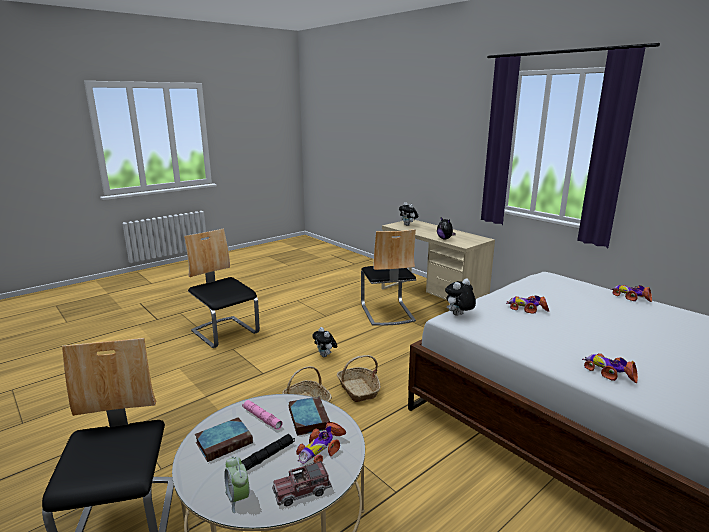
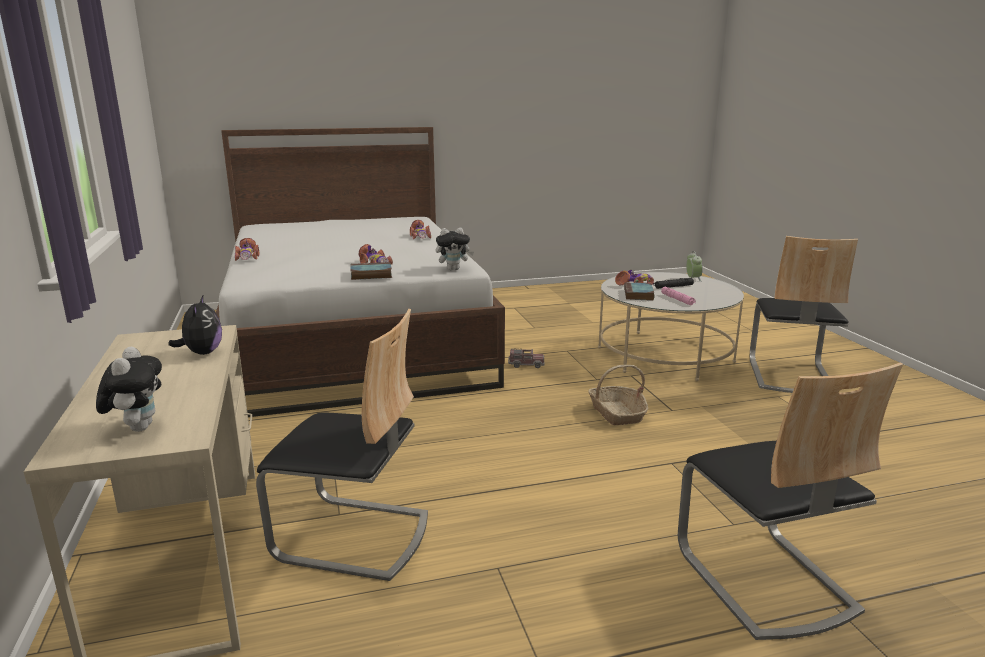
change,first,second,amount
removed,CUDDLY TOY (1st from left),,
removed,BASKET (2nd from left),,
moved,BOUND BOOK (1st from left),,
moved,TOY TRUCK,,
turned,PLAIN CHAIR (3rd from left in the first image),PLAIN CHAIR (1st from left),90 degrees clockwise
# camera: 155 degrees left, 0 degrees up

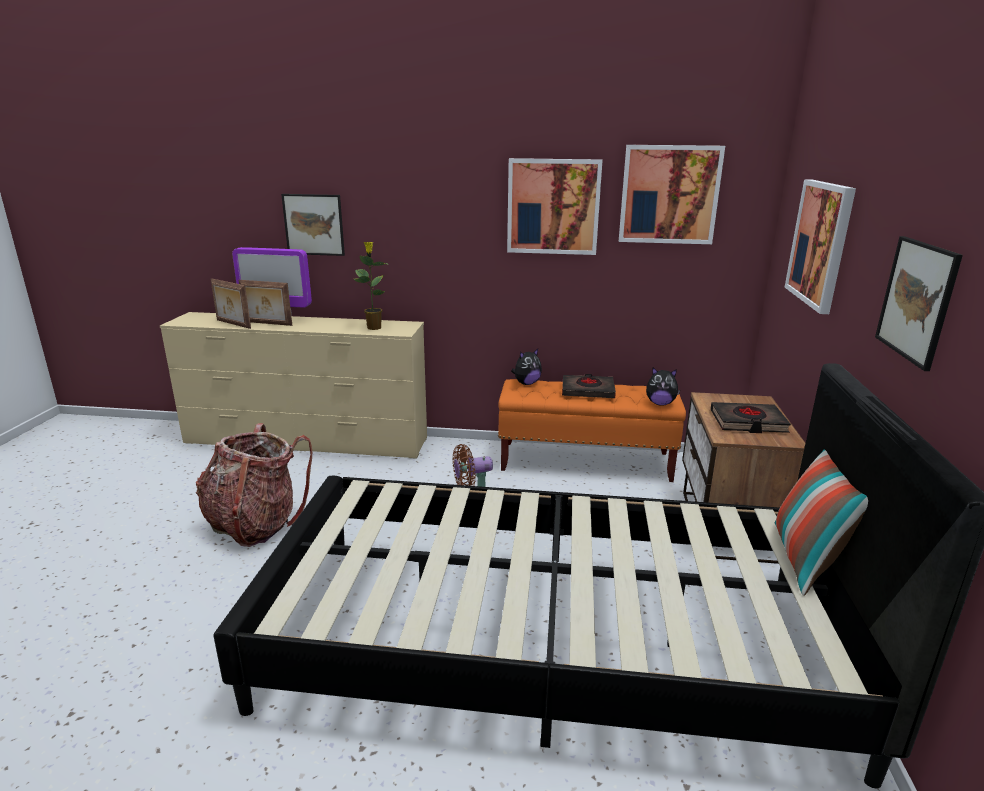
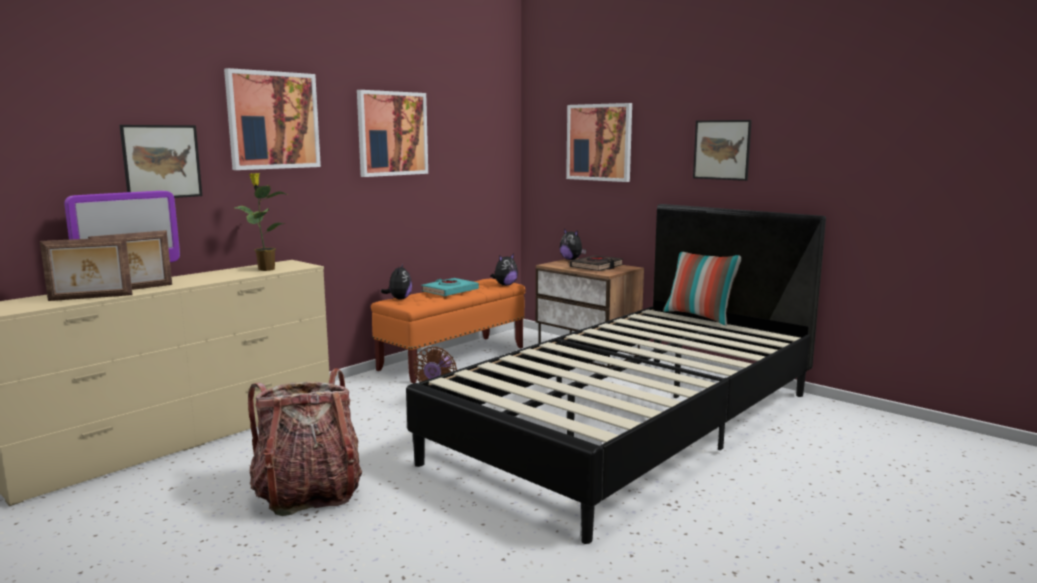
change,first,second,amount
added,,CUDDLY TOY (3rd from left),
moved,PICTURE (3rd from left in the first image),PICTURE (2nd from left),
recoloured,BLACK-COLOURED BOUND BOOK (1st from left),TURQUOISE-COLOURED BOUND BOOK,
# camera: 55 degrees left, 10 degrees down

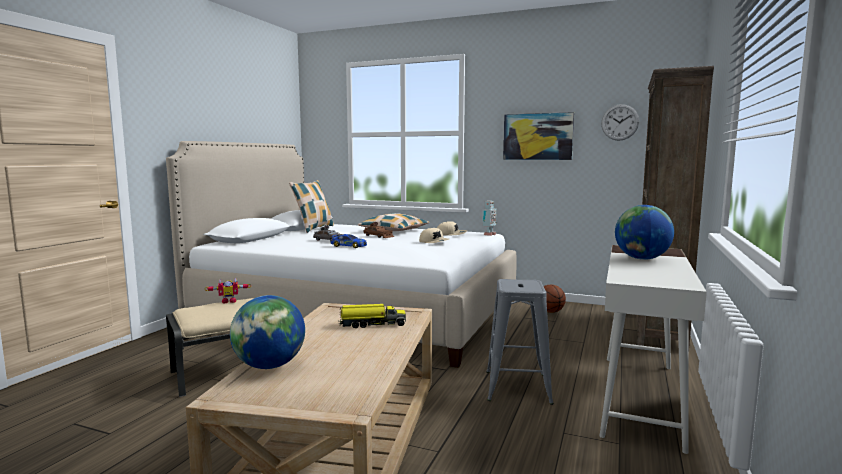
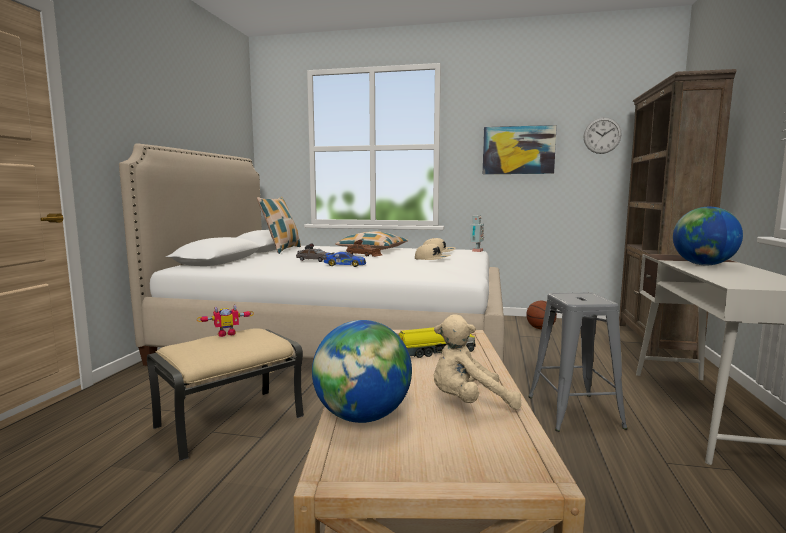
change,first,second,amount
added,,SAND-COLOURED CUDDLY TOY,
# camera: 10 degrees left, 0 degrees up

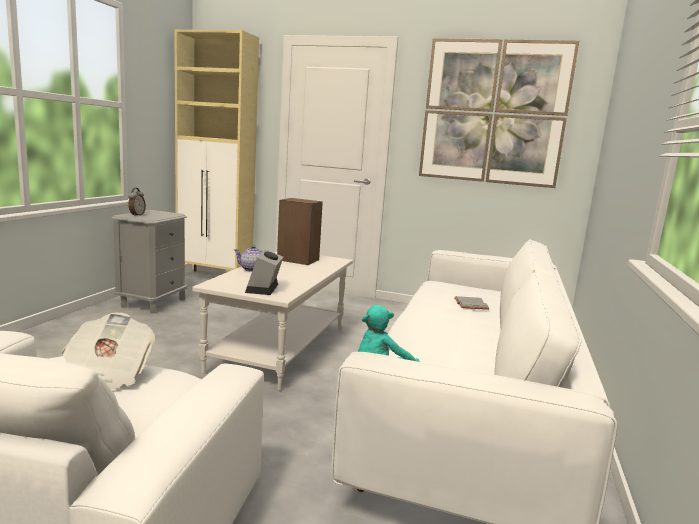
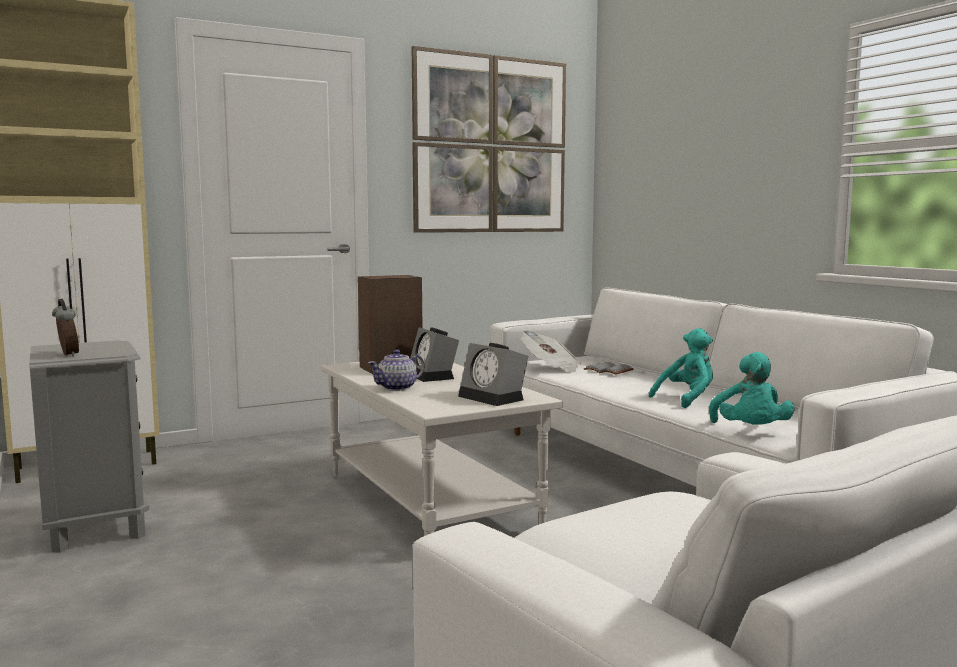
change,first,second,amount
added,,ALARM CLOCK (2nd from left),
added,,TURQUOISE-COLOURED CUDDLY TOY (1st from left),
moved,PRINTED PAPER,,
# camera: 45 degrees left, 5 degrees down

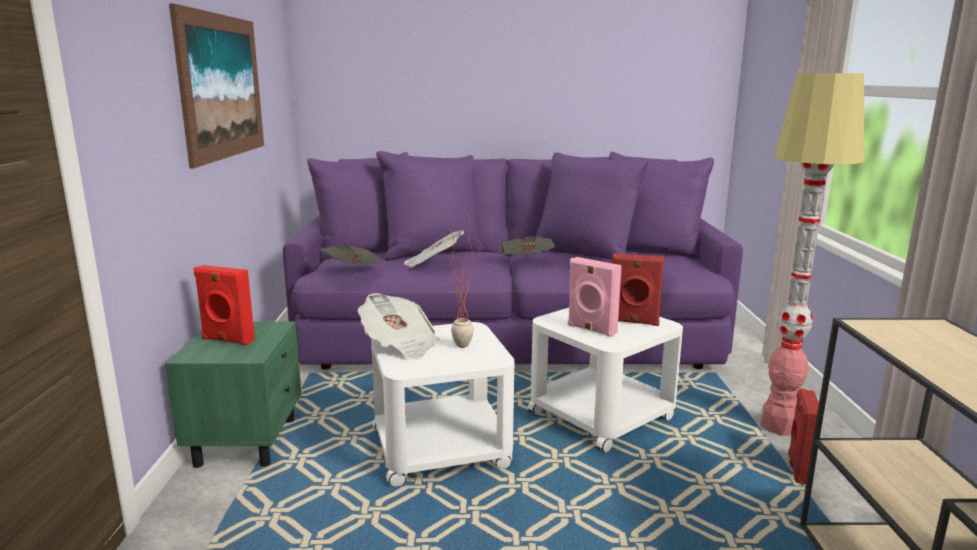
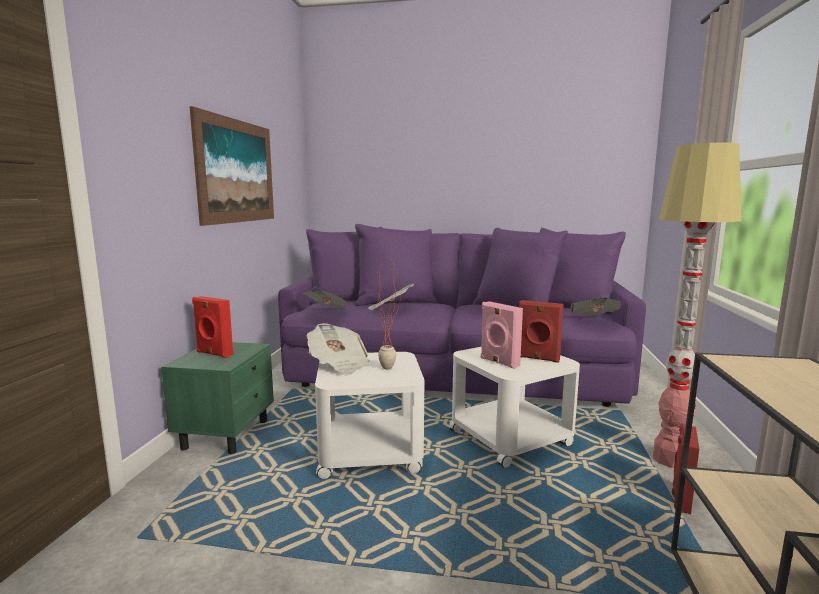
change,first,second,amount
moved,PRINTED PAPER (4th from left),,
# camera: 10 degrees right, 5 degrees down

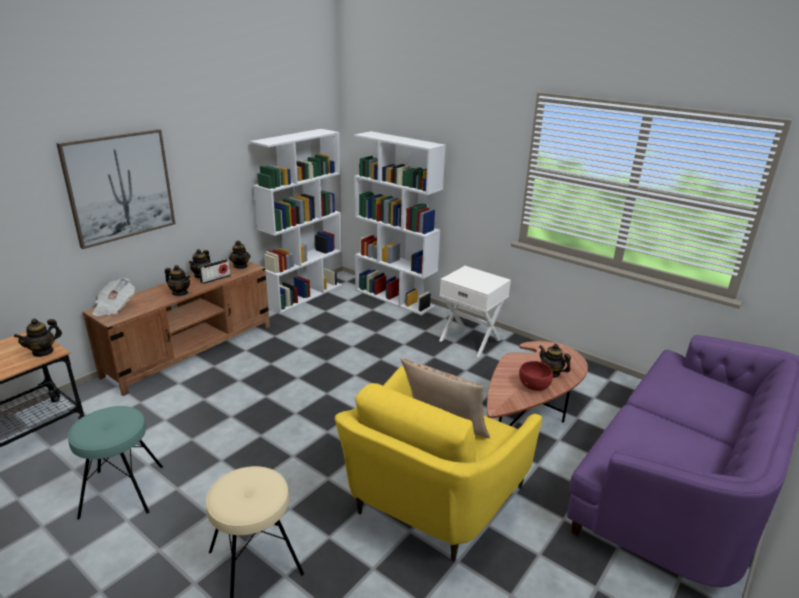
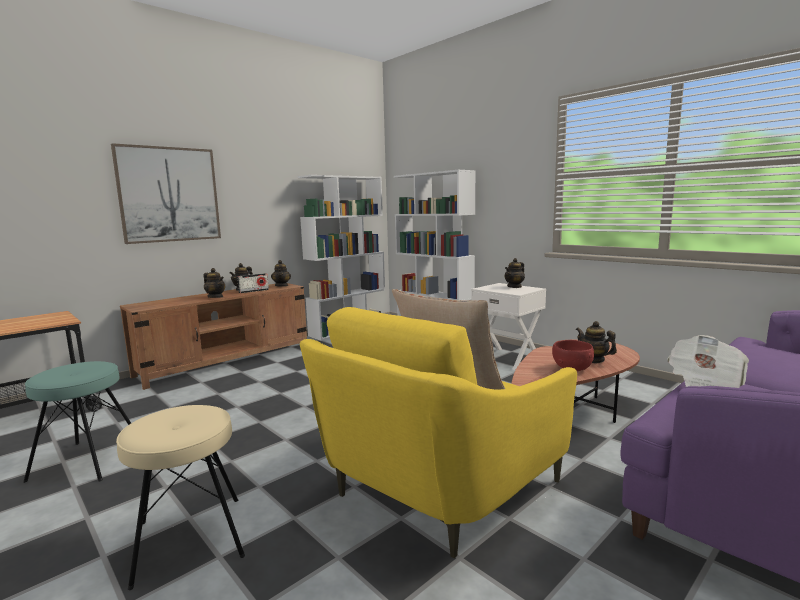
change,first,second,amount
moved,TEA POT (1st from left in the first image),TEA POT (4th from left),
moved,PRINTED PAPER,,
# camera: 10 degrees right, 15 degrees down

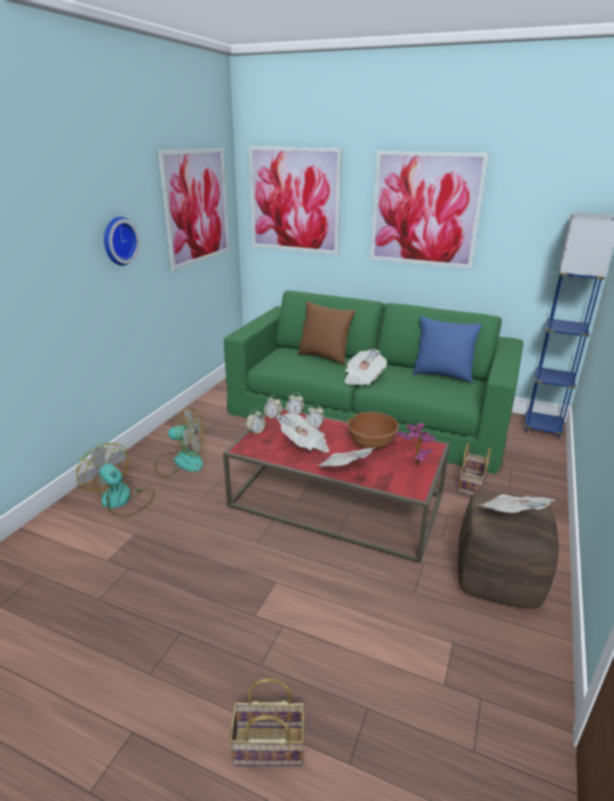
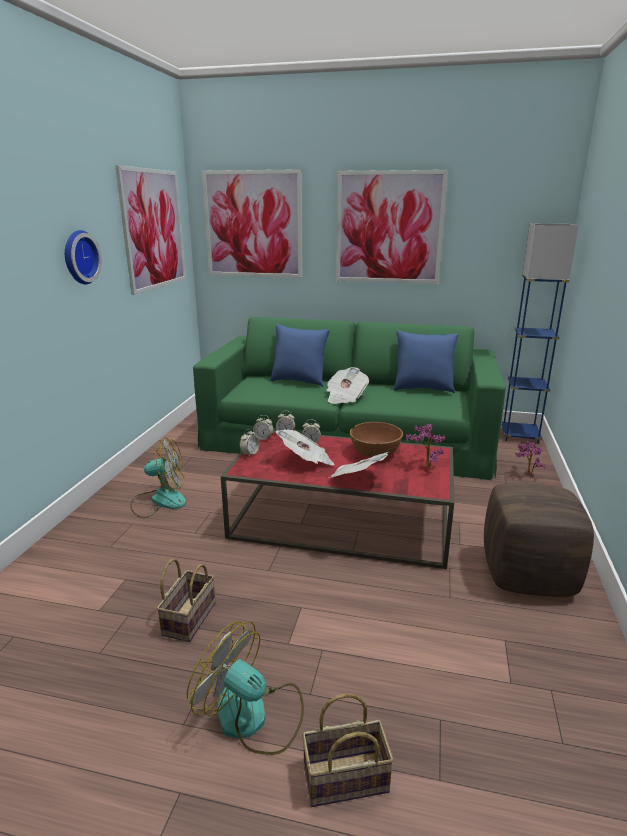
change,first,second,amount
removed,PRINTED PAPER (4th from left),,
added,,PLANT IN A POT (2nd from left),
moved,COOLING FAN (1st from left in the first image),COOLING FAN (2nd from left),
moved,BASKET (2nd from left in the first image),BASKET (1st from left),
recoloured,BROWNISH THROW PILLOW,BLUE THROW PILLOW (1st from left),
# camera: 10 degrees left, 5 degrees down

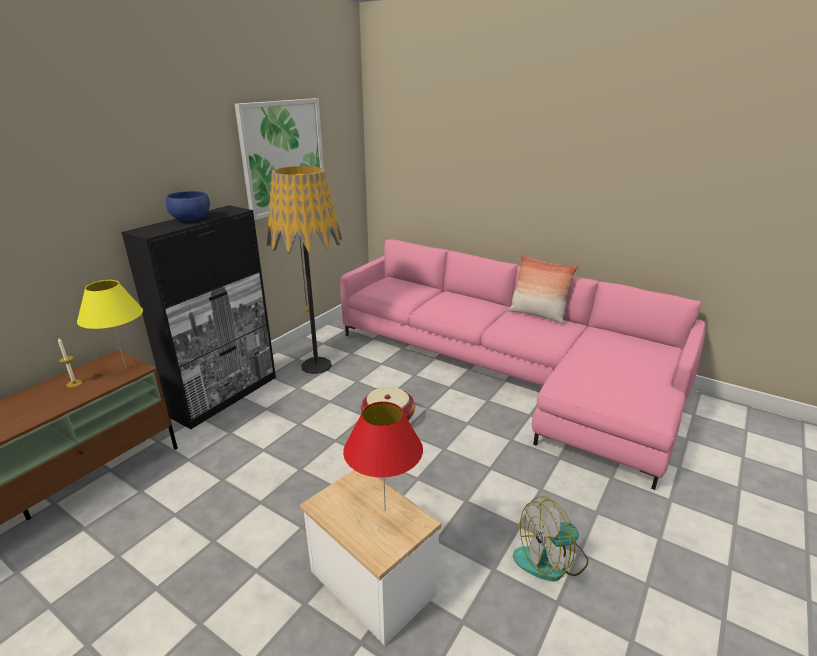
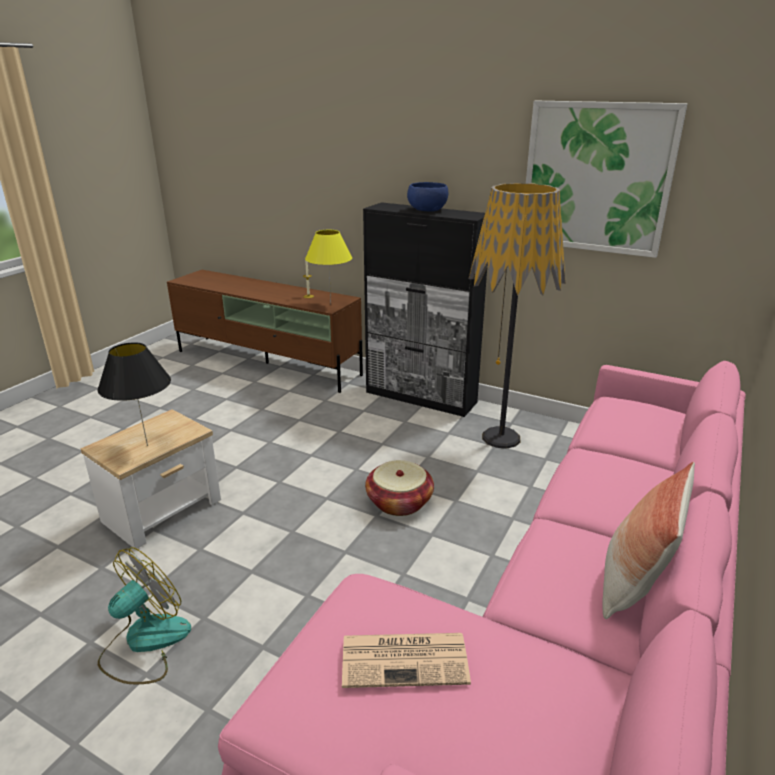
change,first,second,amount
added,,PRINTED PAPER,
recoloured,REDDISH TABLE LAMP,BLACK-COLOURED TABLE LAMP,
turned,COOLING FAN,,60 degrees clockwise
# camera: 85 degrees right, 0 degrees up

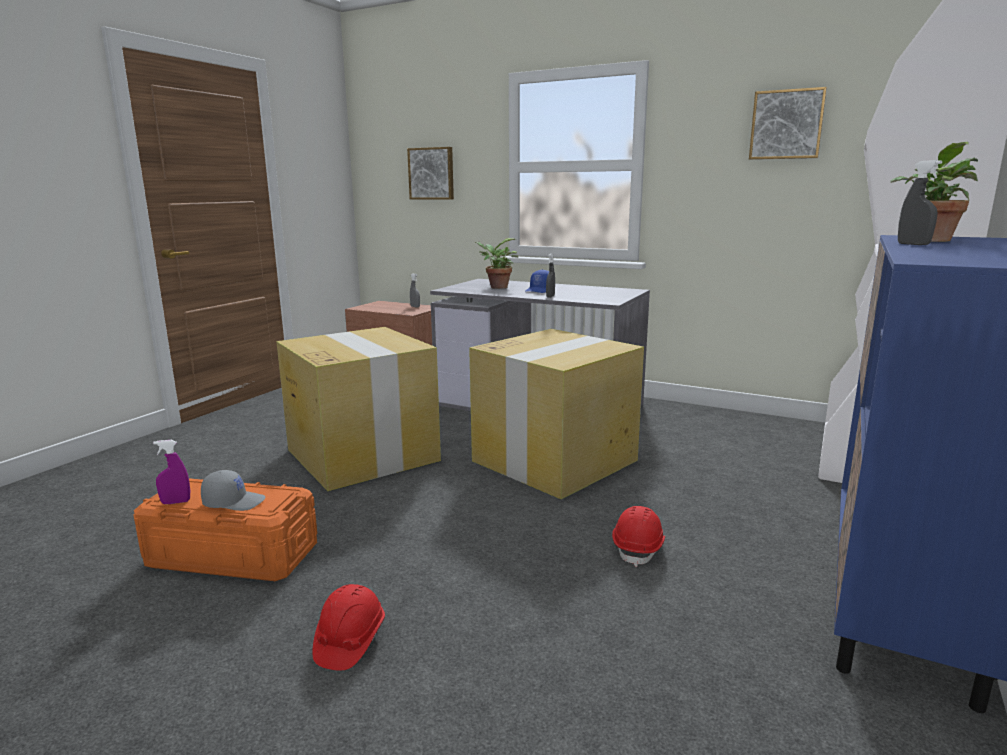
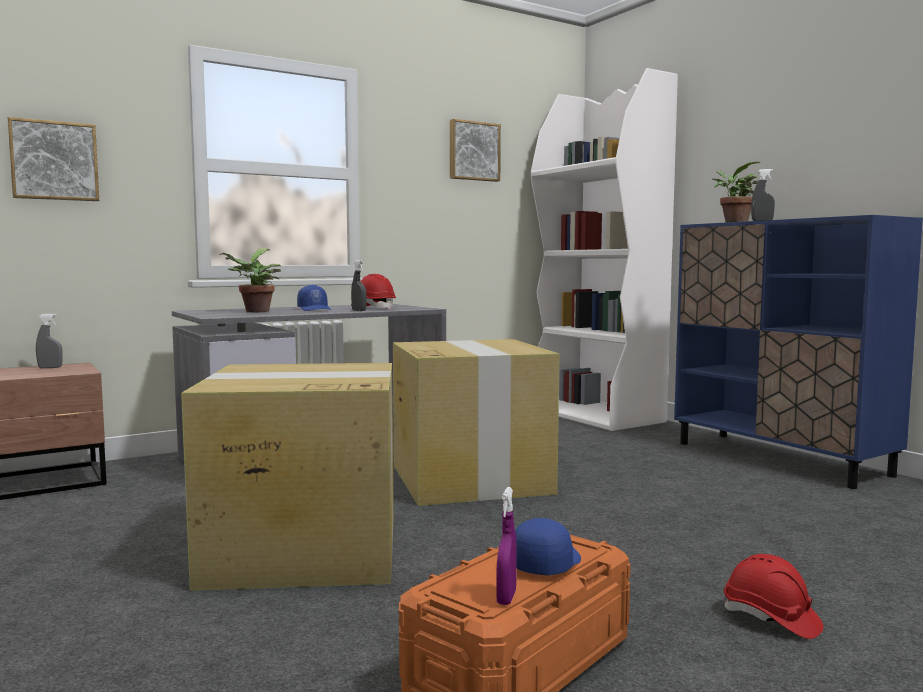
change,first,second,amount
moved,REDDISH WORK HELMET (2nd from left in the first image),REDDISH WORK HELMET (1st from left),
recoloured,GREY BASEBALL CAP,BLUE BASEBALL CAP (2nd from left),
# camera: 60 degrees left, 10 degrees down

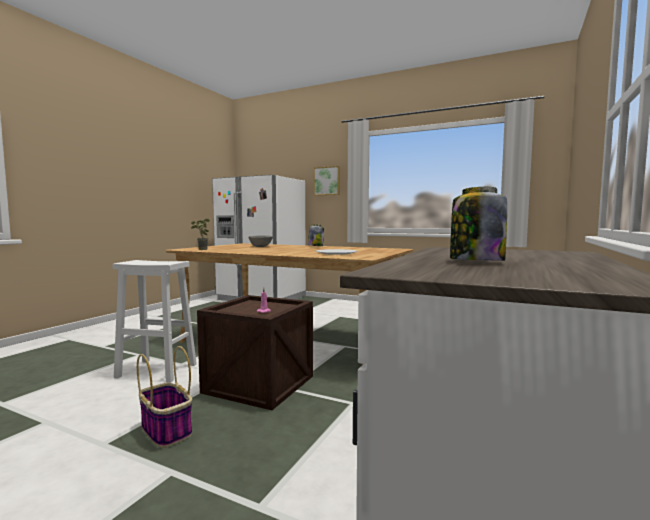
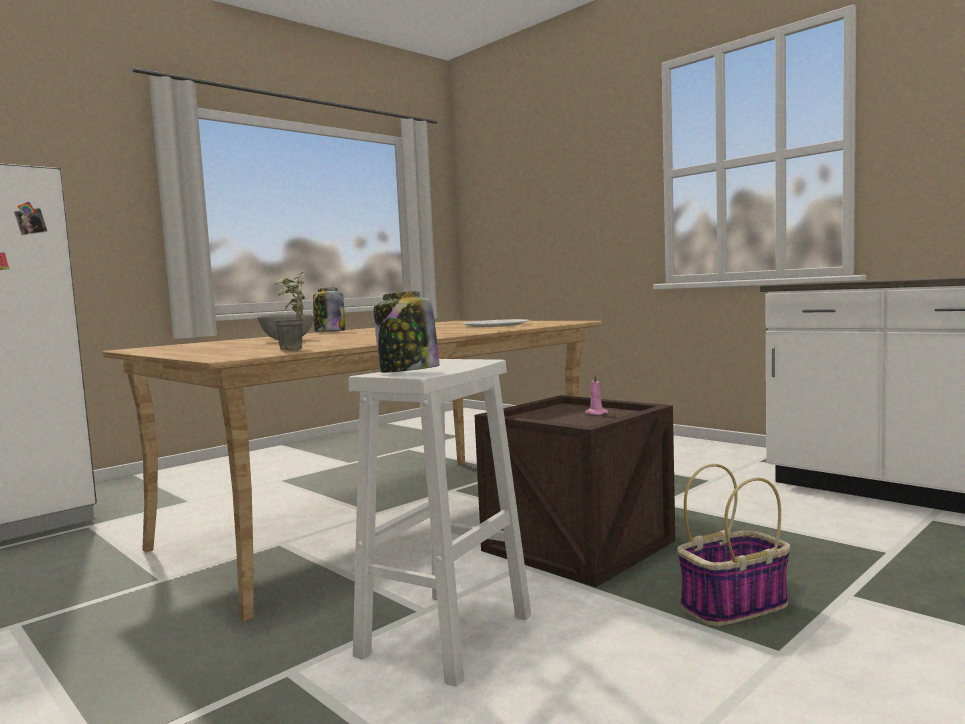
change,first,second,amount
removed,PICTURE,,
moved,JAR (2nd from left),,
# camera: 70 degrees left, 0 degrees up

